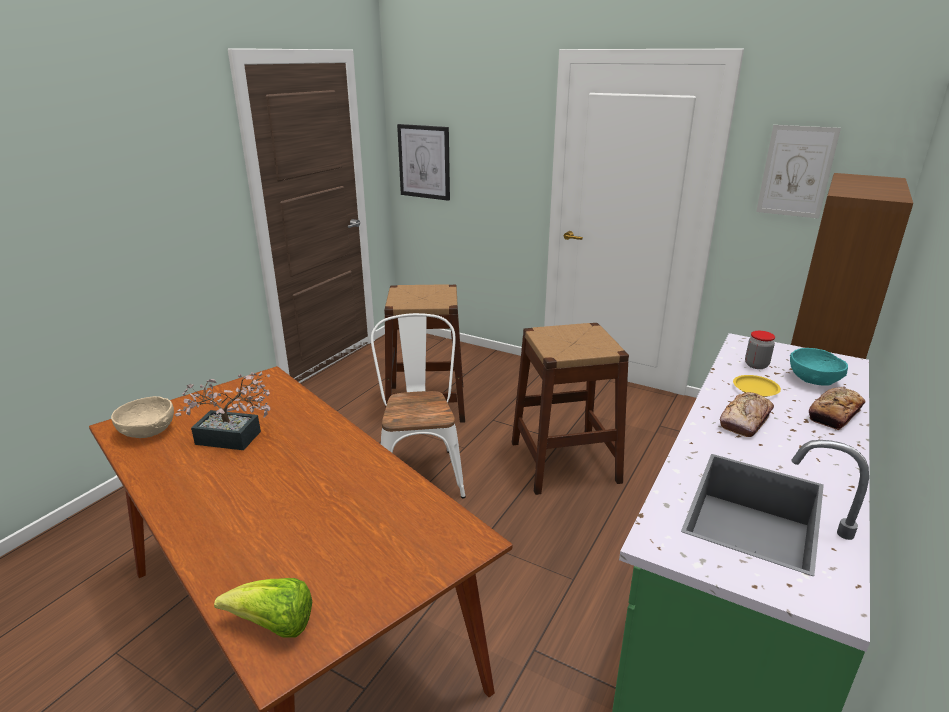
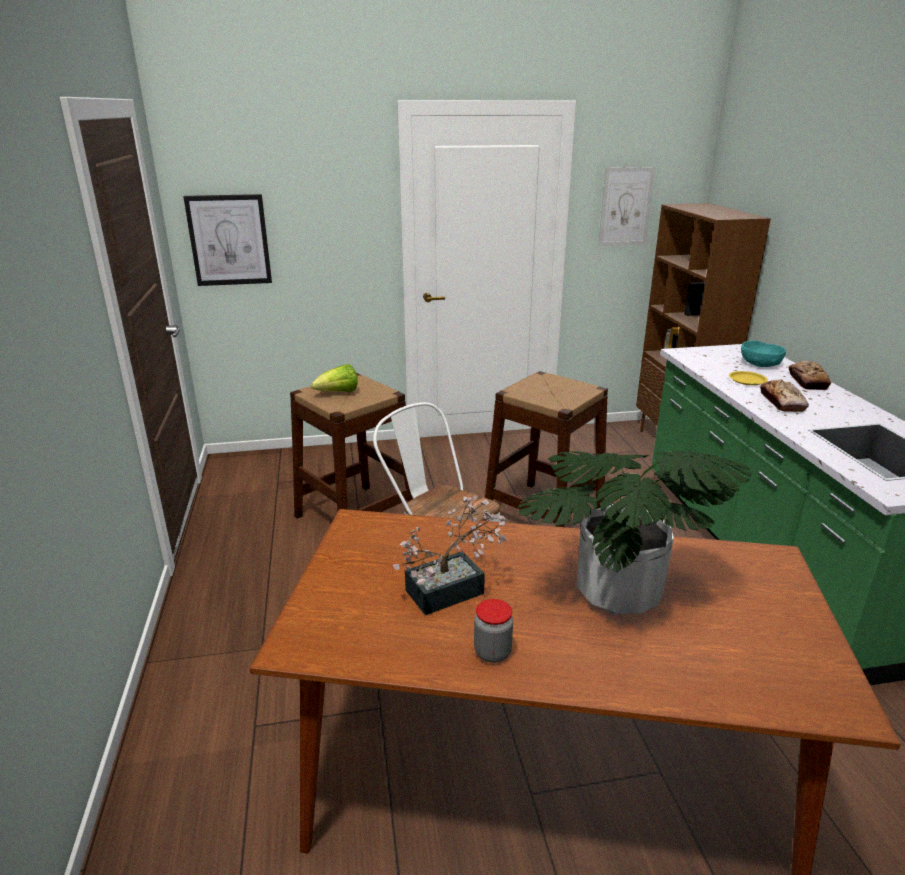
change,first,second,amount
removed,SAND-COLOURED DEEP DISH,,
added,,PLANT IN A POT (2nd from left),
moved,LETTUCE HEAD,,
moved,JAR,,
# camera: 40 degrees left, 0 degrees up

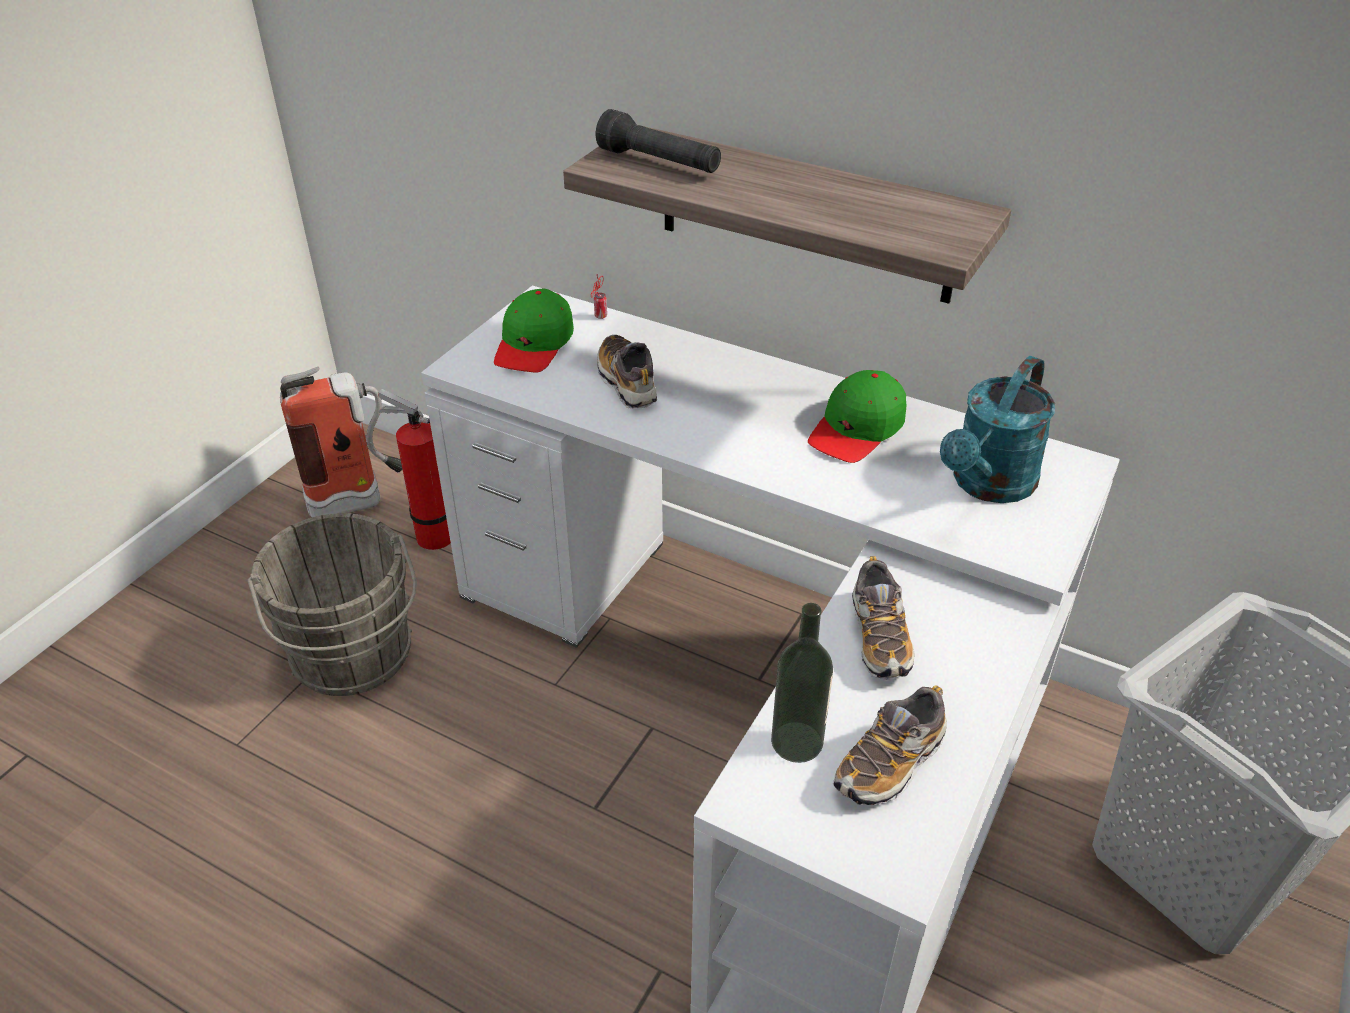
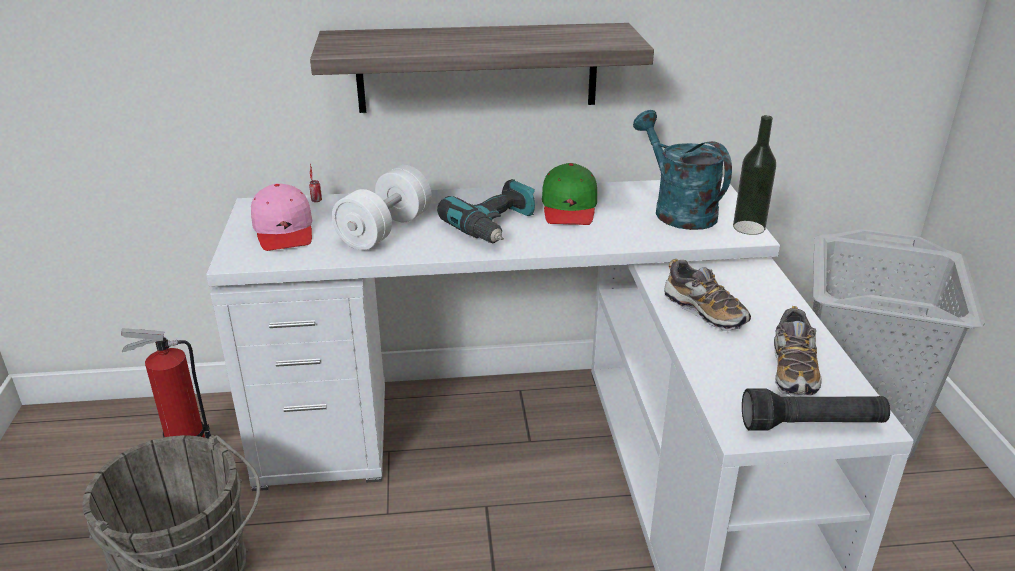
change,first,second,amount
removed,FIRE-FIGHTING CYLINDER (1st from left),,
added,,DRILL,
moved,BLACK-COLOURED HAND TORCH,,
moved,BOTTLE,,
replaced,LOW SHOE (1st from left),WHITE DUMBBELL,
recoloured,GREENISH BASEBALL CAP (1st from left),PINK BASEBALL CAP,
turned,TURQUOISE-COLOURED WATERING POT,,150 degrees clockwise
# camera: 35 degrees left, 10 degrees down

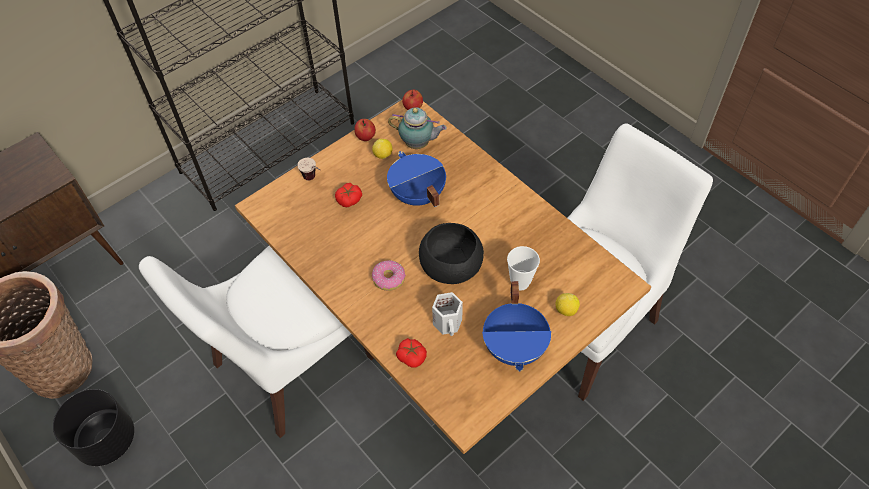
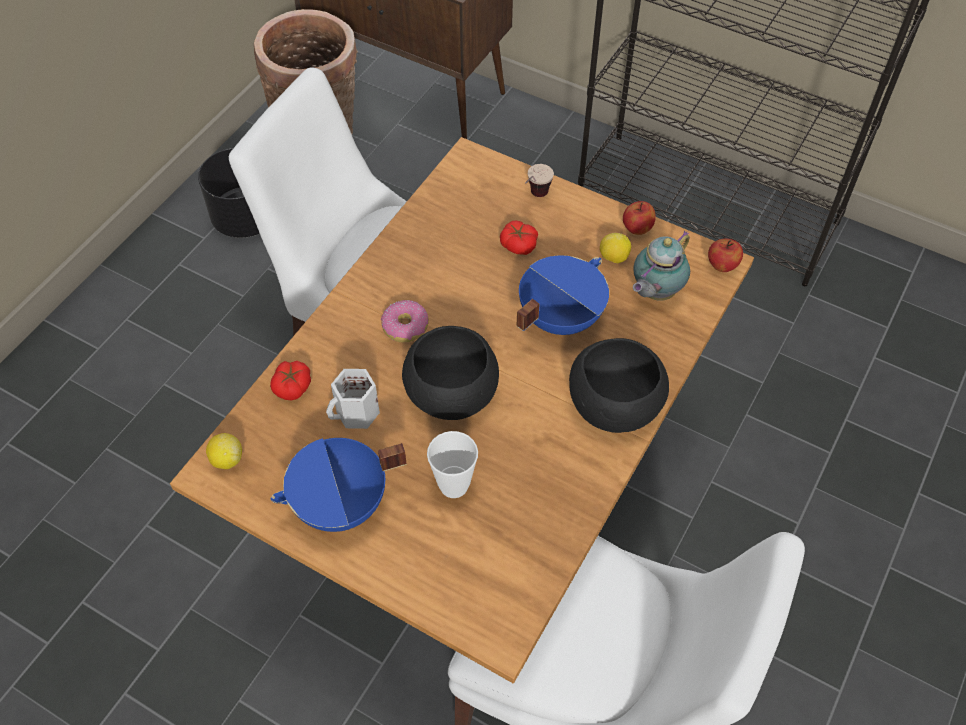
change,first,second,amount
added,,BLACK-COLOURED DEEP DISH (2nd from left),
moved,CITRUS FRUIT (2nd from left in the first image),CITRUS FRUIT (1st from left),
turned,TEA POT,,45 degrees clockwise
# camera: 70 degrees right, 0 degrees up

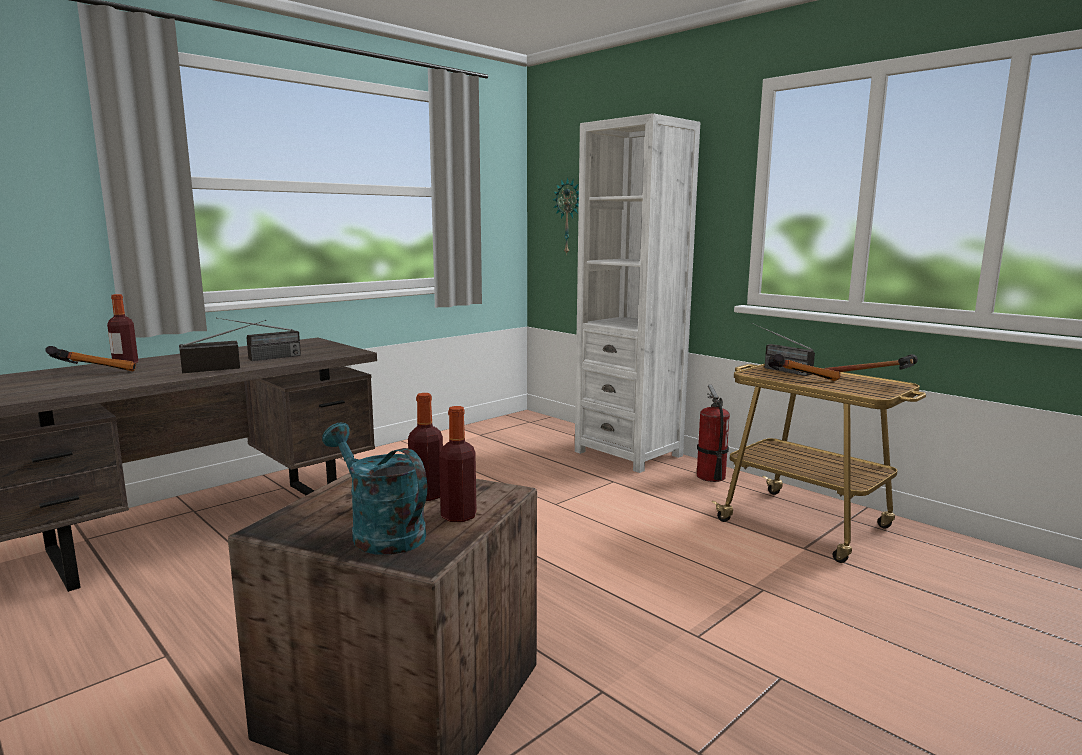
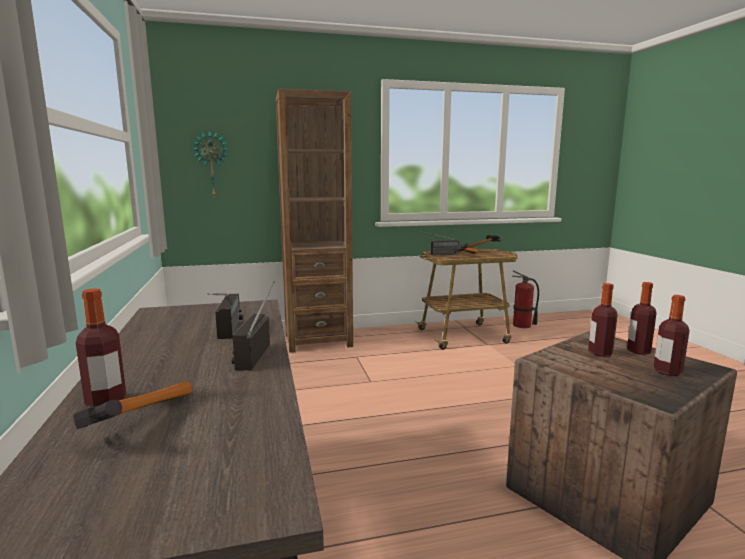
change,first,second,amount
moved,FIRE-FIGHTING CYLINDER,,
replaced,TURQUOISE-COLOURED WATERING POT,BOTTLE (4th from left),
recoloured,WHITE BOOKSHELF,BROWNISH BOOKSHELF,
# camera: 60 degrees left, 0 degrees up

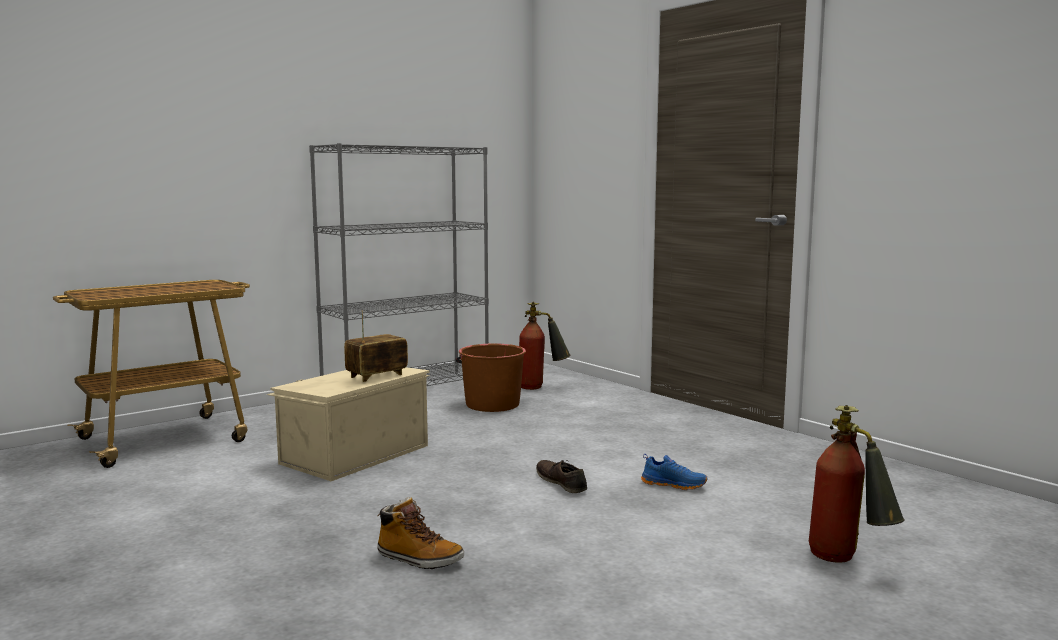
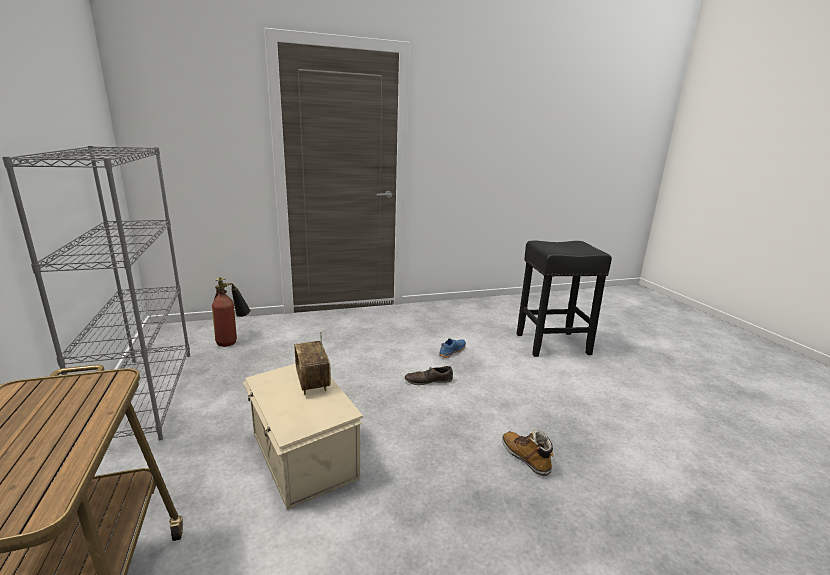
change,first,second,amount
removed,BROWNISH BUCKET,,
replaced,FIRE-FIGHTING CYLINDER (2nd from left),BLACK-COLOURED STOOL SEAT,
turned,HIGH-TOP BOOT,,75 degrees counterclockwise
# camera: 70 degrees left, 10 degrees up

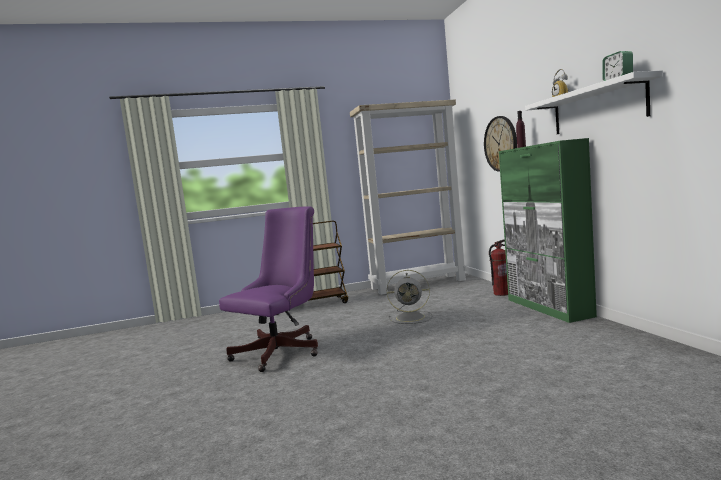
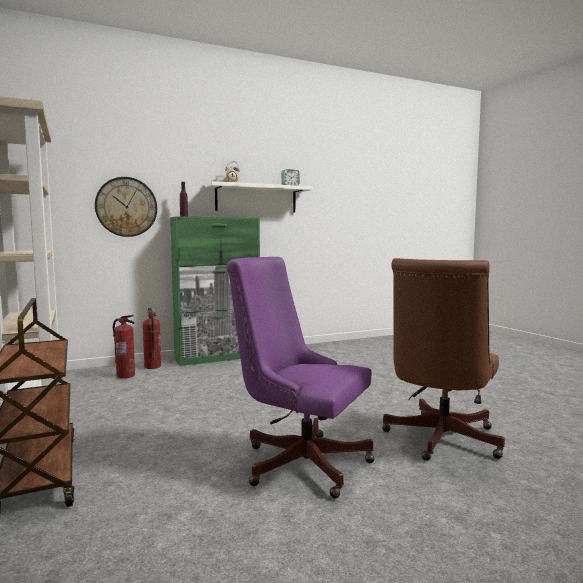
change,first,second,amount
removed,GREY COOLING FAN,,
added,,FIRE-FIGHTING CYLINDER (1st from left),
added,,BROWNISH OFFICE CHAIR,
# camera: 100 degrees left, 0 degrees up

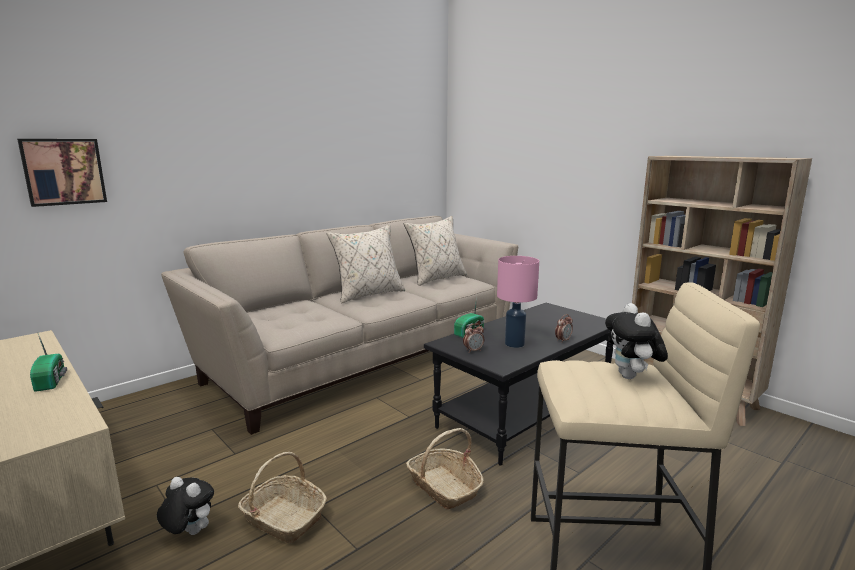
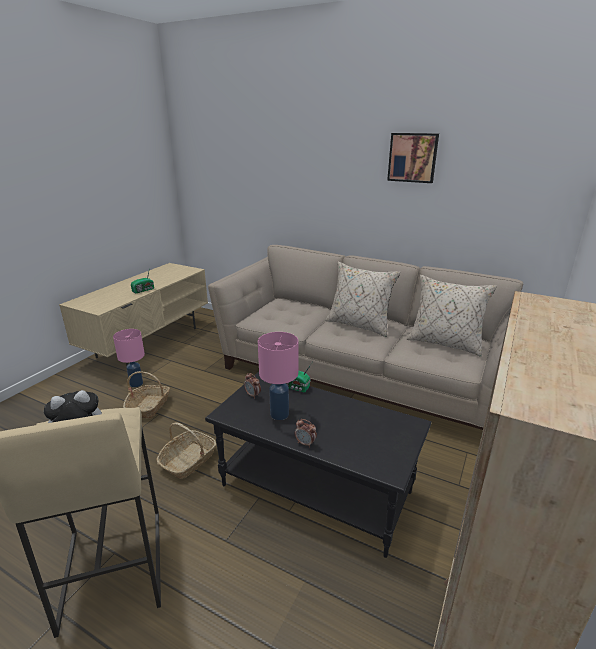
change,first,second,amount
moved,PICTURE,,
replaced,CUDDLY TOY (1st from left),PINK TABLE LAMP (1st from left),
# camera: 70 degrees right, 10 degrees up

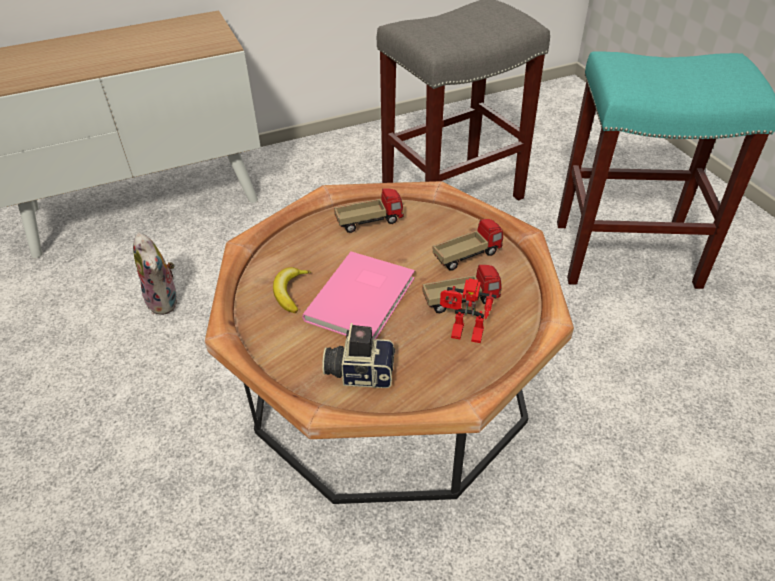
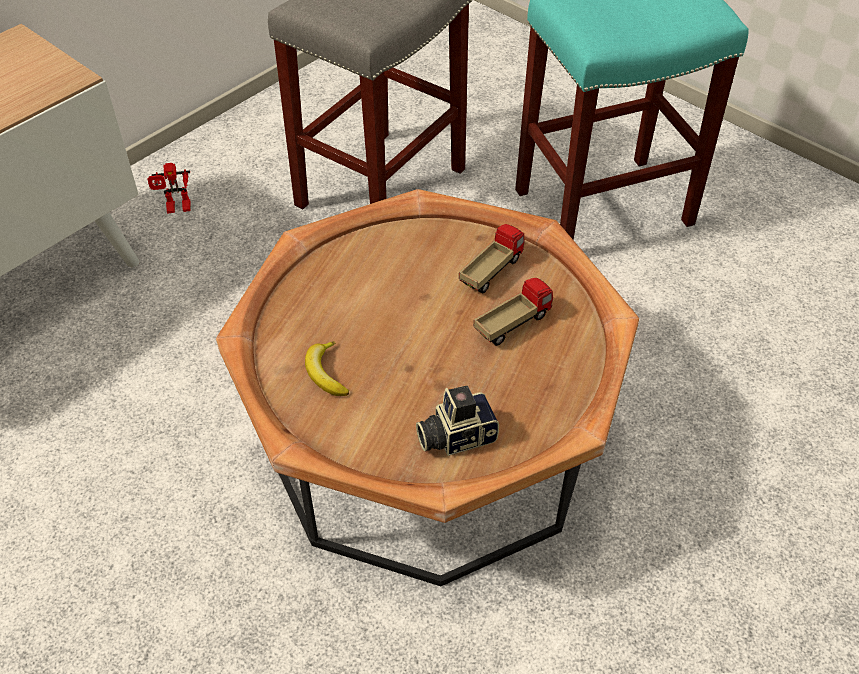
change,first,second,amount
removed,CUDDLY TOY,,
removed,PINK BOUND BOOK,,
removed,TOY TRUCK (1st from left),,
moved,MODEL ROBOT,,
# camera: 25 degrees left, 5 degrees up

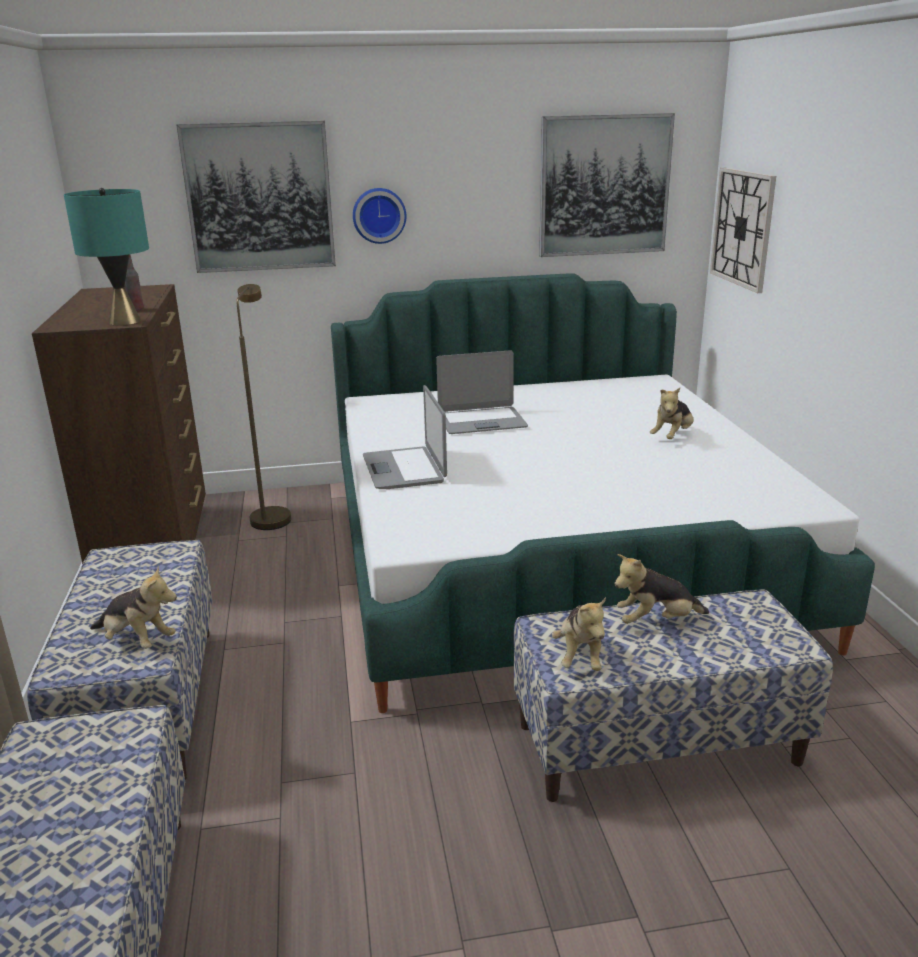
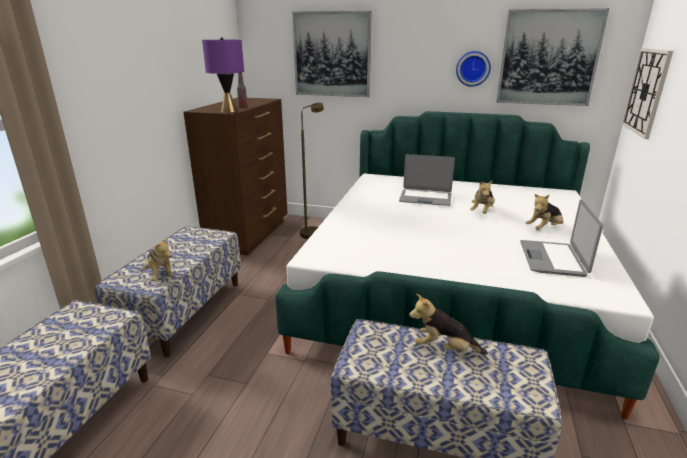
change,first,second,amount
moved,CLOCK ON THE WALL (1st from left),,
moved,NOTEBOOK COMPUTER (1st from left in the first image),NOTEBOOK COMPUTER (2nd from left),
moved,CUDDLY TOY (2nd from left in the first image),CUDDLY TOY (3rd from left),
recoloured,TURQUOISE-COLOURED TABLE LAMP,PURPLISH TABLE LAMP,
# camera: 25 degrees right, 0 degrees up

